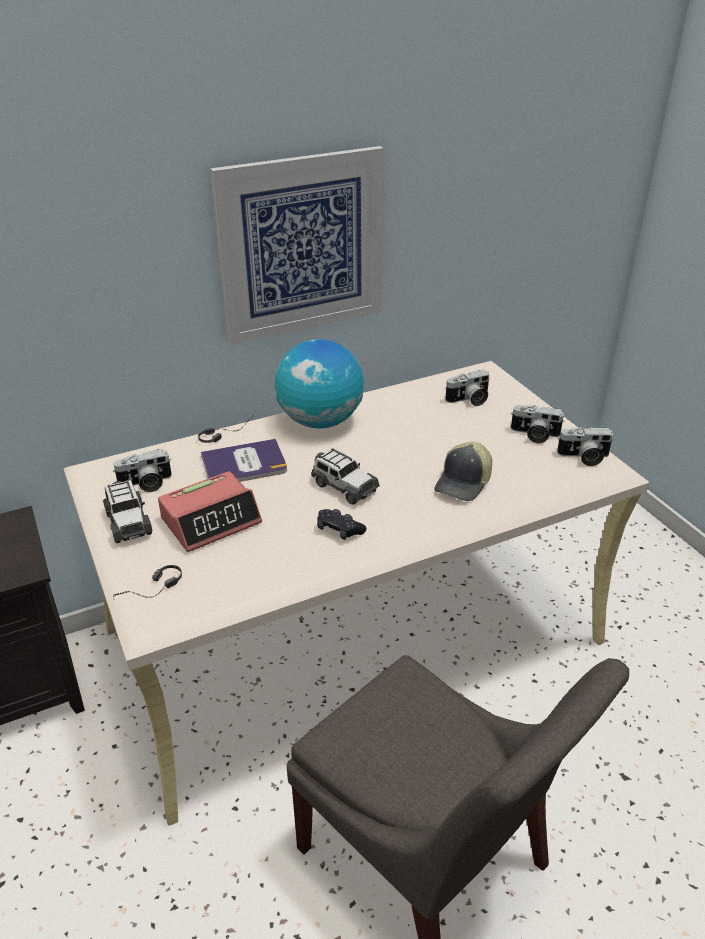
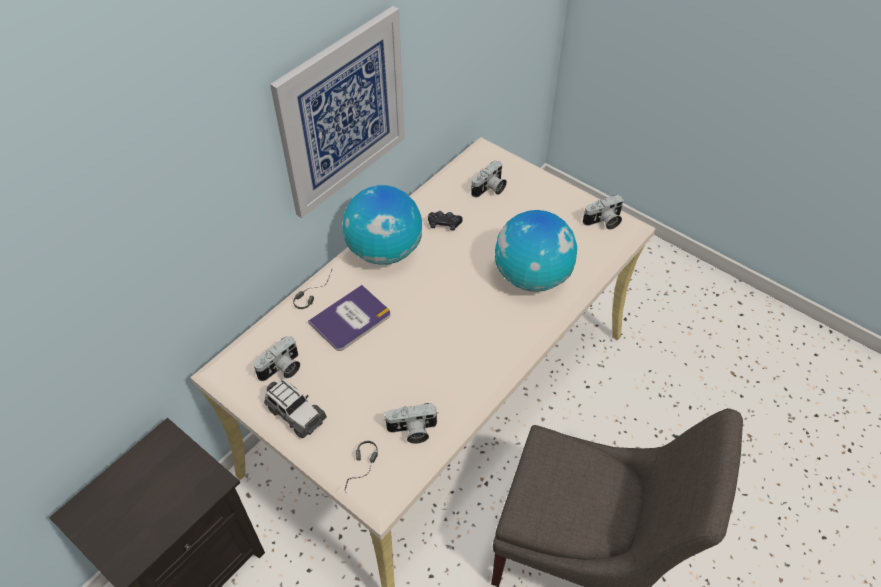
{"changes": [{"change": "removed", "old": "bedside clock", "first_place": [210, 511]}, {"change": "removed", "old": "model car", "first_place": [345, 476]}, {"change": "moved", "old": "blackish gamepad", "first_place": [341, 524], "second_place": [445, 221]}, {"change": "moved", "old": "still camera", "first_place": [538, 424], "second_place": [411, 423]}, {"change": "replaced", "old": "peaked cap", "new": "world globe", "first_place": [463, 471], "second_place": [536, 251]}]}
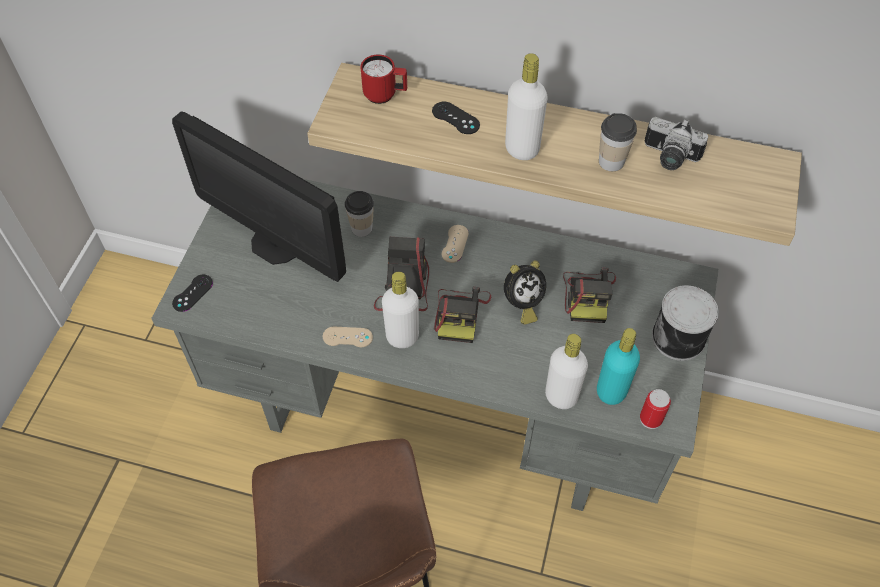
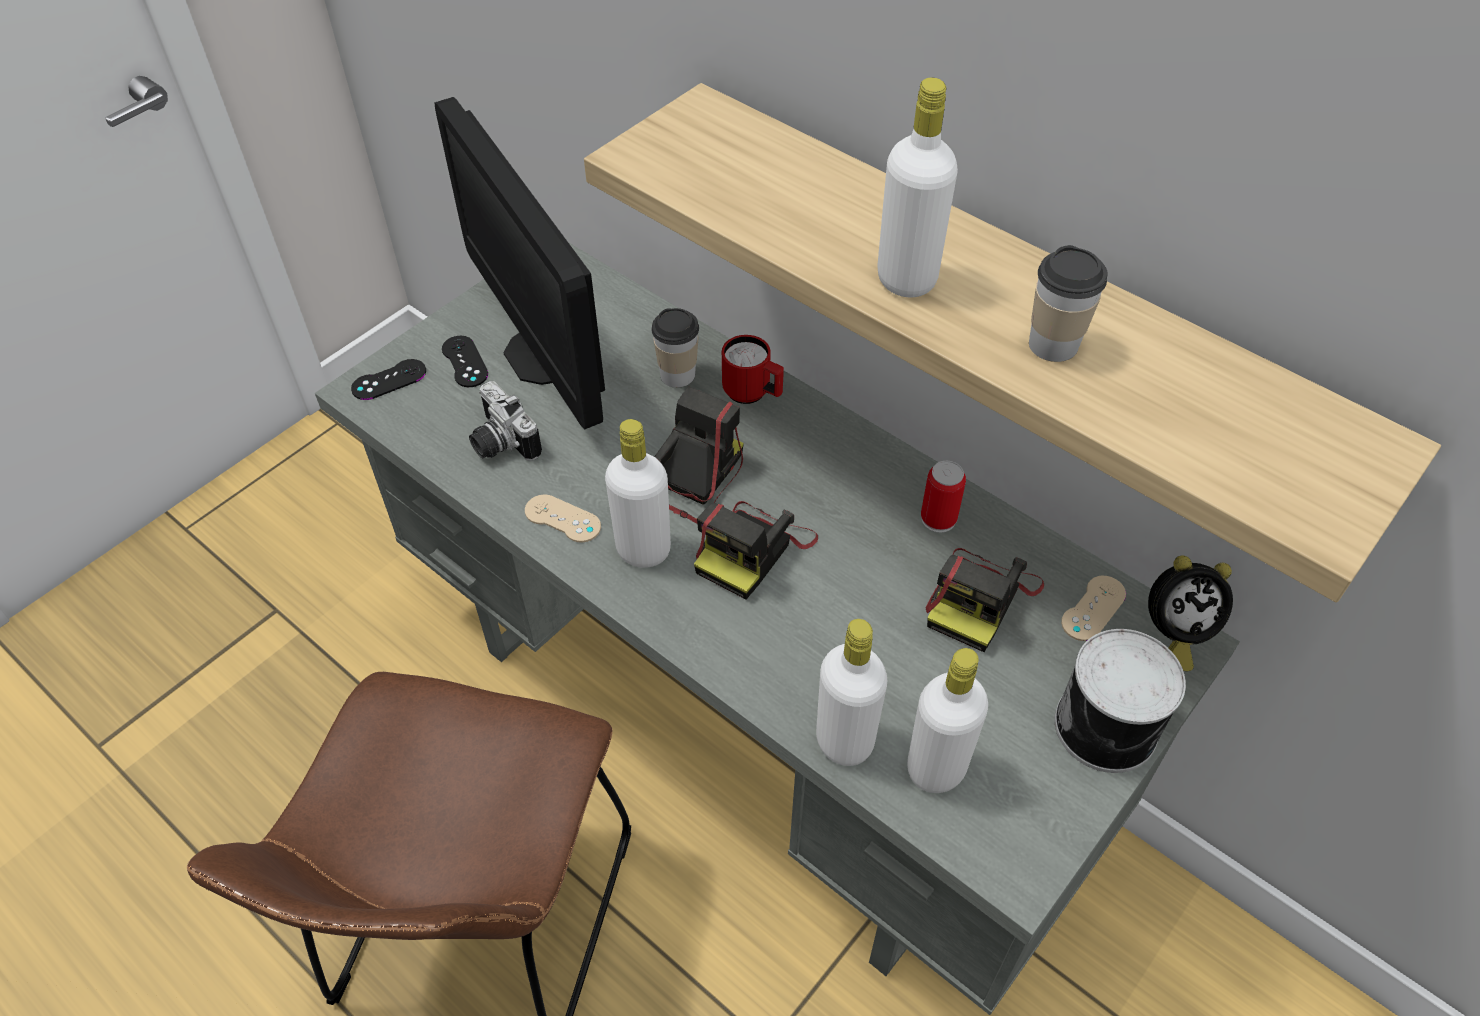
{"changes": [{"change": "moved", "old": "red-coloured mug", "first_place": [383, 79], "second_place": [753, 369]}, {"change": "moved", "old": "blackish gamepad", "first_place": [456, 118], "second_place": [465, 361]}, {"change": "moved", "old": "sand-coloured gamepad", "first_place": [455, 244], "second_place": [1093, 608]}, {"change": "moved", "old": "bedside clock", "first_place": [525, 292], "second_place": [1190, 613]}, {"change": "moved", "old": "metal can", "first_place": [655, 409], "second_place": [943, 497]}, {"change": "moved", "old": "still camera", "first_place": [676, 143], "second_place": [505, 421]}, {"change": "recoloured", "old": "turquoise beverage bottle", "new": "whitish beverage bottle", "first_place": [618, 366], "second_place": [947, 720]}]}
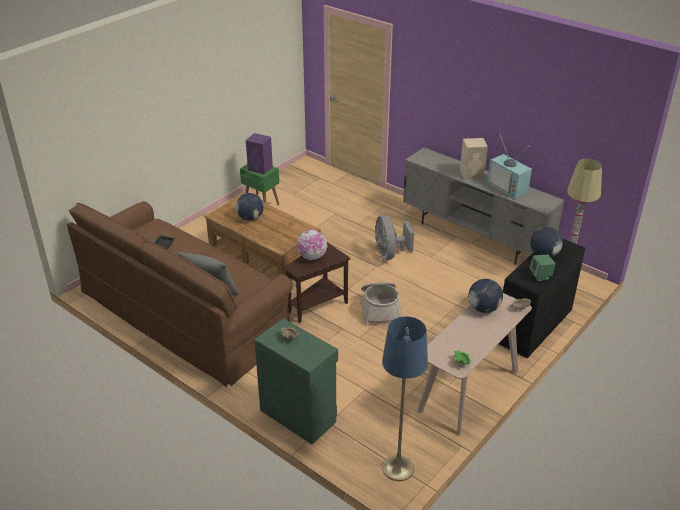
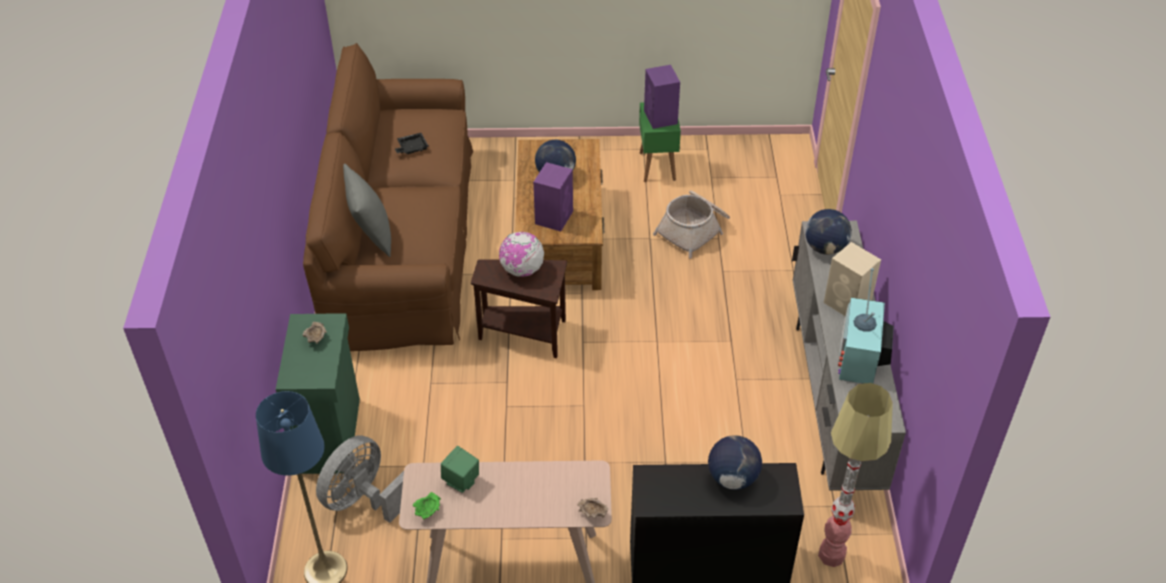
{"changes": [{"change": "added", "new": "purplish audio speaker", "second_place": [553, 196]}, {"change": "moved", "old": "storage basket", "first_place": [380, 304], "second_place": [691, 224]}, {"change": "moved", "old": "greyish fan", "first_place": [394, 237], "second_place": [360, 479]}, {"change": "moved", "old": "world globe", "first_place": [485, 296], "second_place": [828, 232]}, {"change": "moved", "old": "greenish audio speaker", "first_place": [543, 268], "second_place": [460, 469]}]}
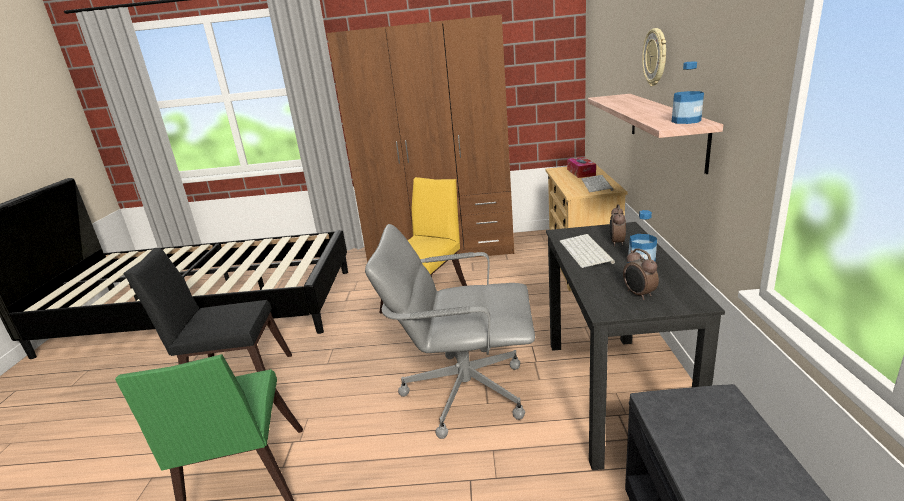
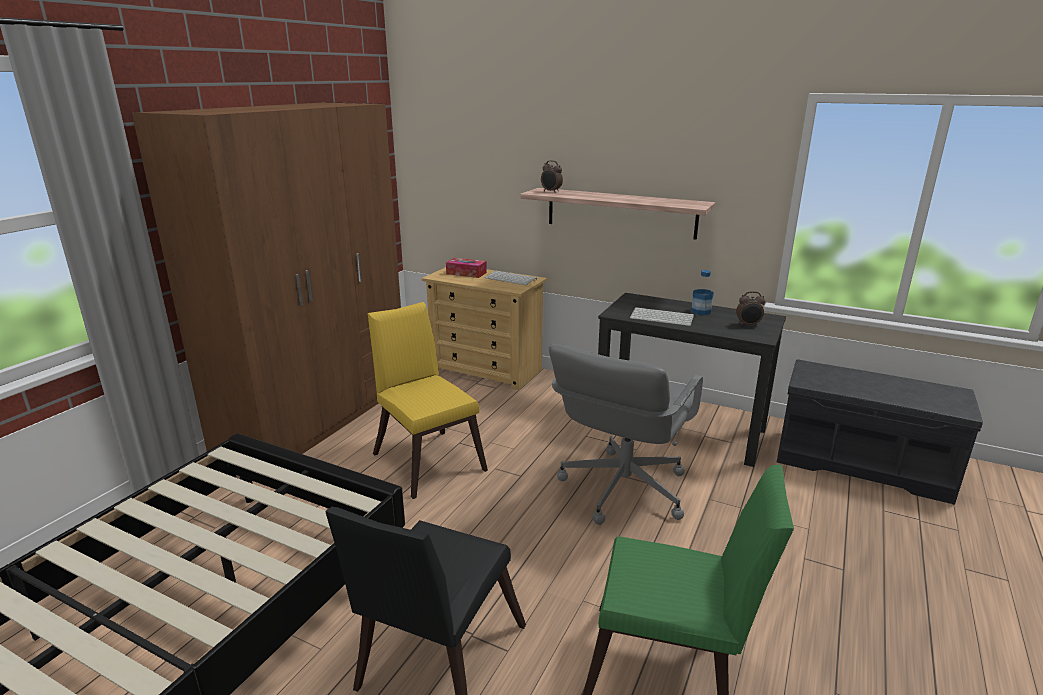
{"changes": [{"change": "removed", "old": "hanging clock", "first_place": [654, 57]}, {"change": "removed", "old": "beverage bottle", "first_place": [687, 92]}, {"change": "moved", "old": "bedside clock", "first_place": [618, 225], "second_place": [552, 176]}]}
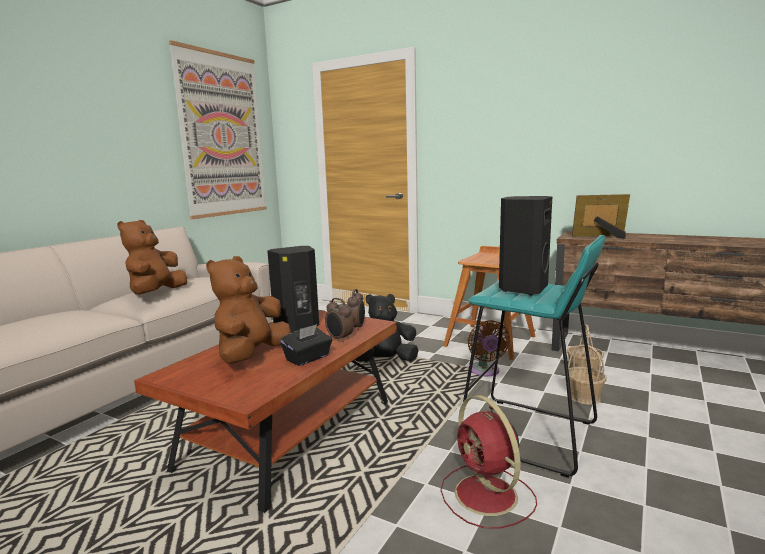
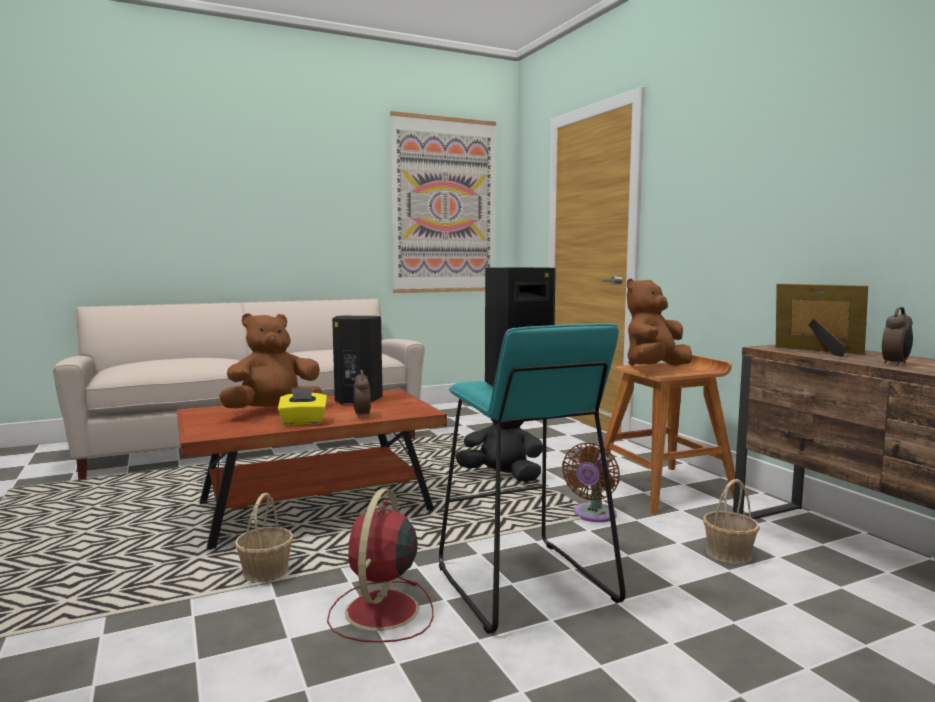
{"changes": [{"change": "moved", "old": "brown-coloured soft toy", "first_place": [152, 257], "second_place": [659, 322]}, {"change": "moved", "old": "bedside clock", "first_place": [356, 310], "second_place": [897, 336]}, {"change": "moved", "old": "storage basket", "first_place": [587, 374], "second_place": [264, 538]}, {"change": "recoloured", "old": "blackish tissue holder", "new": "yellow-coloured tissue holder", "first_place": [306, 345], "second_place": [302, 406]}]}
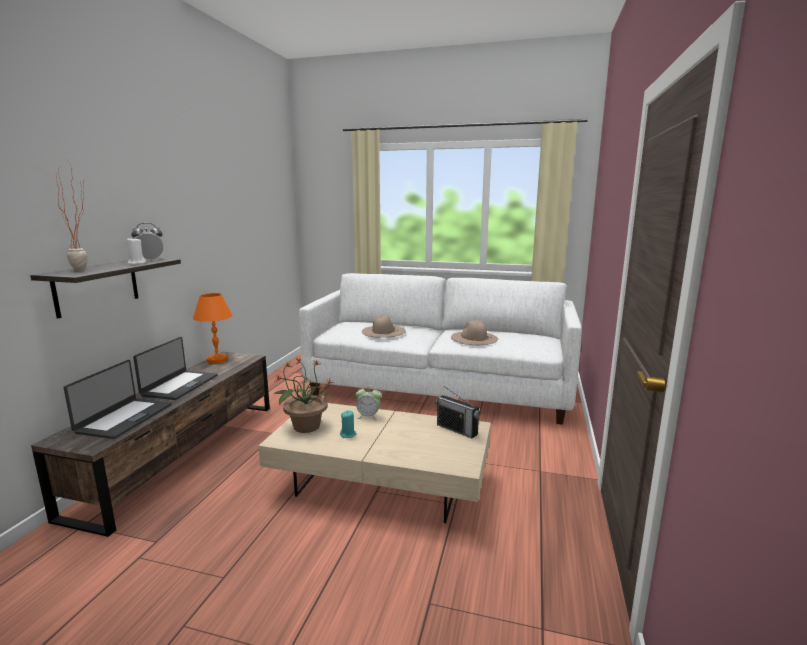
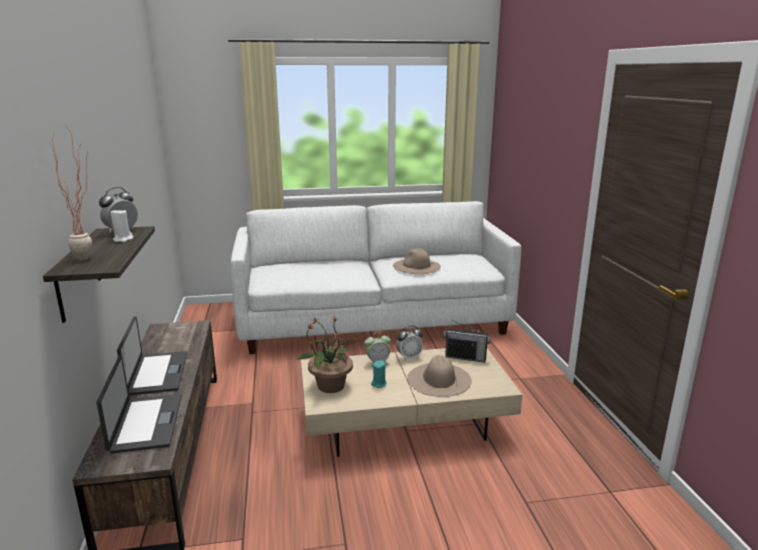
{"changes": [{"change": "removed", "old": "orange-coloured table lamp", "first_place": [213, 328]}, {"change": "added", "new": "bedside clock", "second_place": [409, 343]}, {"change": "moved", "old": "sand-coloured wearable hat", "first_place": [384, 326], "second_place": [439, 376]}]}
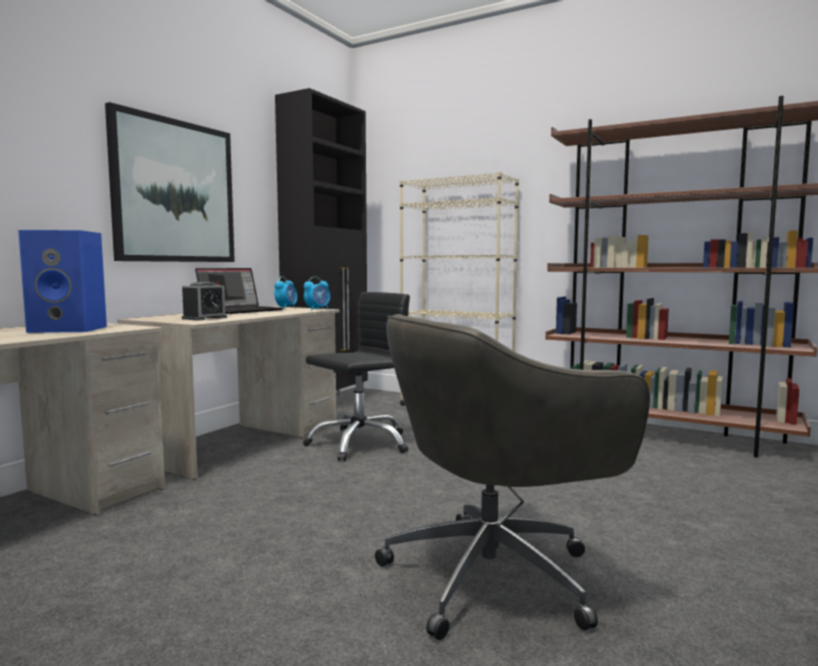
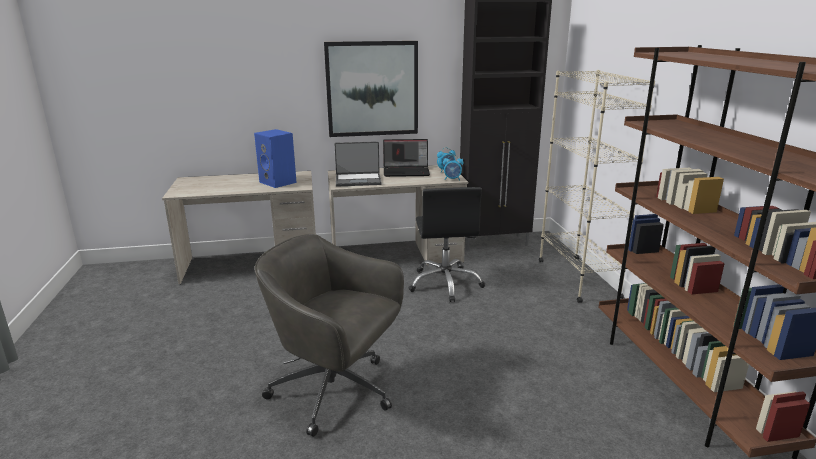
{"changes": [{"change": "replaced", "old": "bedside clock", "new": "portable computer", "first_place": [204, 301], "second_place": [358, 164]}, {"change": "turned", "old": "blackish office chair", "first_place": [356, 376], "second_place": [447, 244], "degrees": 75}]}
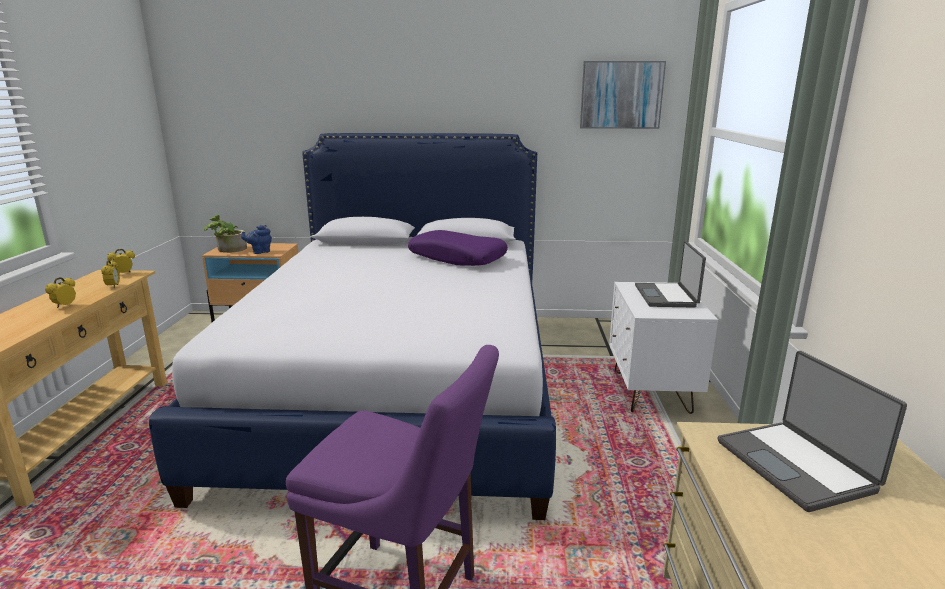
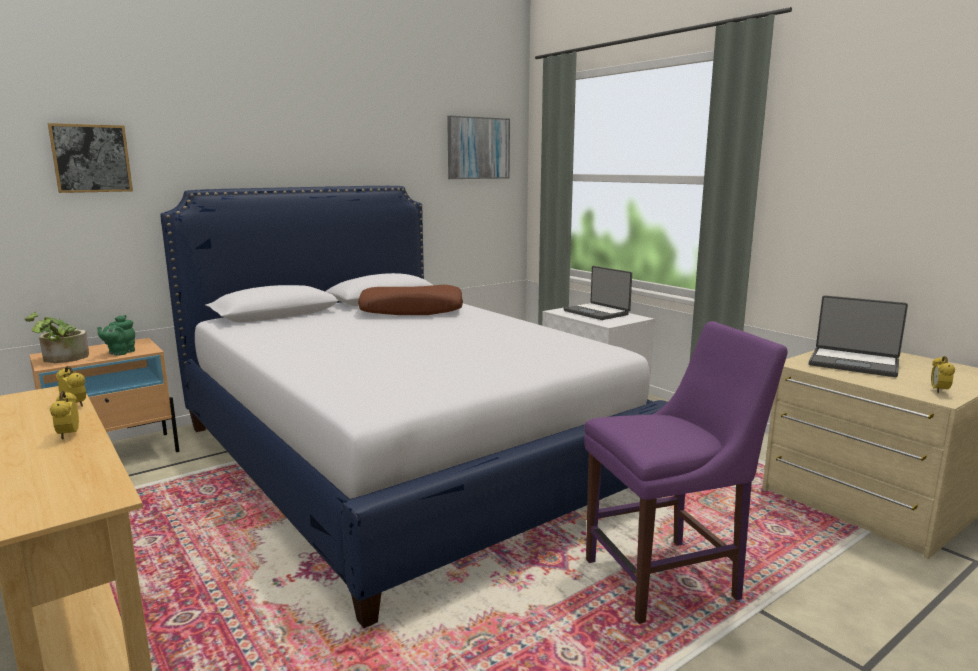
{"changes": [{"change": "added", "new": "picture", "second_place": [90, 158]}, {"change": "moved", "old": "bedside clock", "first_place": [121, 261], "second_place": [943, 374]}, {"change": "recoloured", "old": "blue pot for tea", "new": "greenish pot for tea", "first_place": [256, 239], "second_place": [116, 335]}, {"change": "recoloured", "old": "purplish pillow", "new": "brown-coloured pillow", "first_place": [458, 248], "second_place": [410, 300]}]}
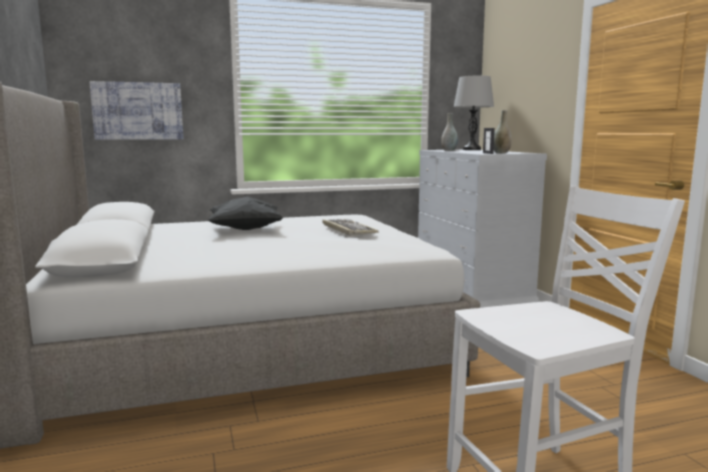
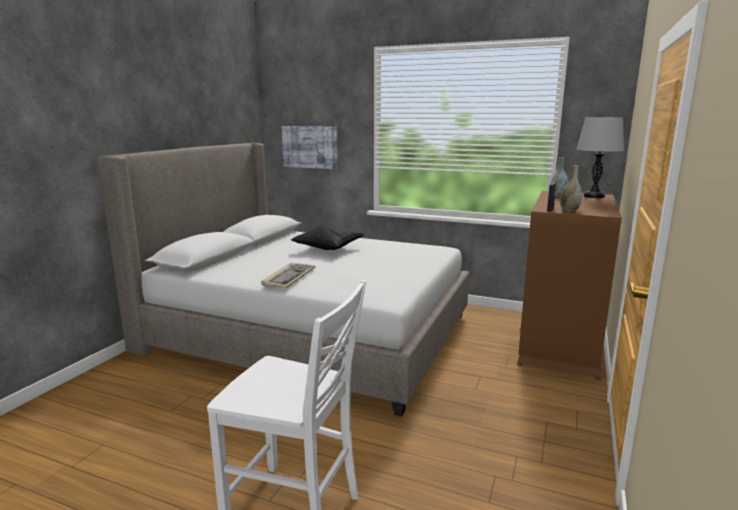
{"changes": [{"change": "moved", "old": "computer keyboard", "first_place": [350, 227], "second_place": [288, 275]}, {"change": "recoloured", "old": "whitish chest of drawers", "new": "brown-coloured chest of drawers", "first_place": [482, 229], "second_place": [569, 285]}]}
